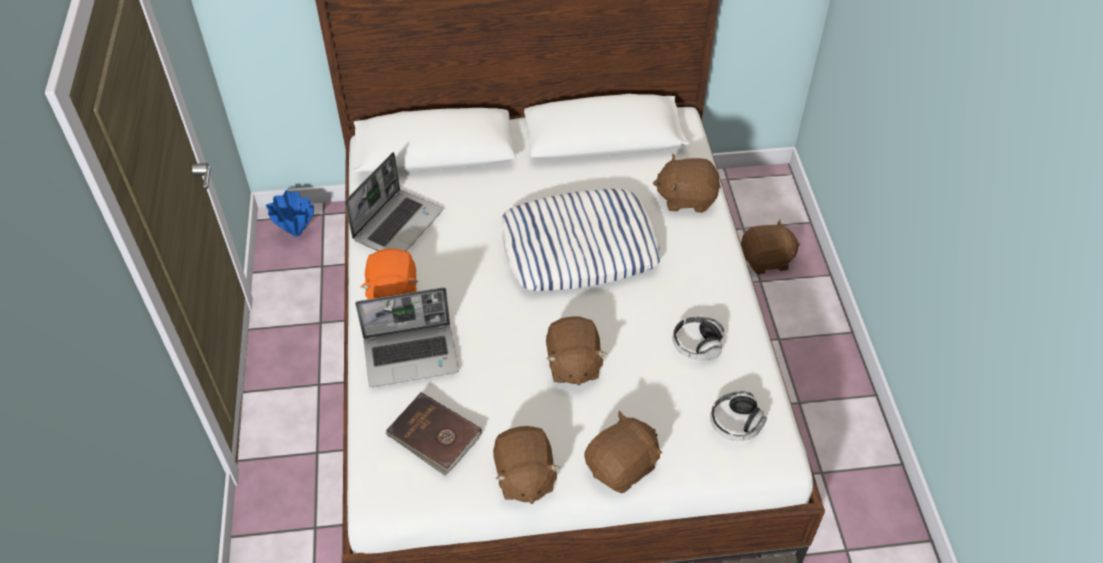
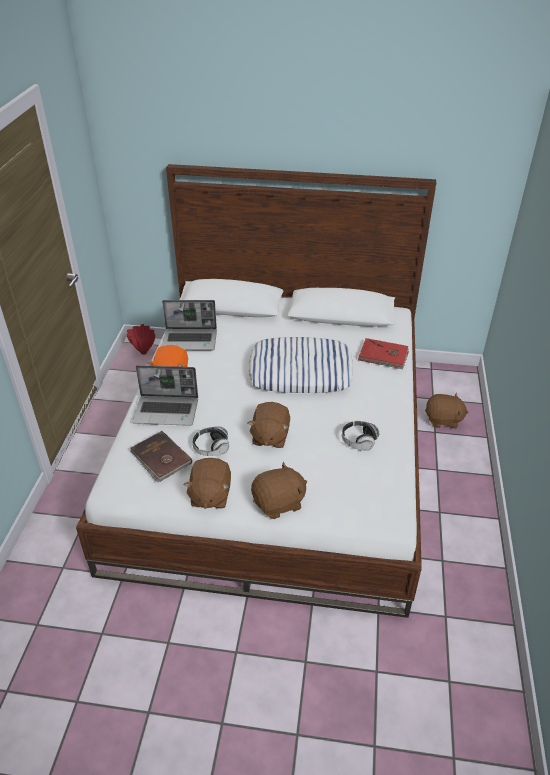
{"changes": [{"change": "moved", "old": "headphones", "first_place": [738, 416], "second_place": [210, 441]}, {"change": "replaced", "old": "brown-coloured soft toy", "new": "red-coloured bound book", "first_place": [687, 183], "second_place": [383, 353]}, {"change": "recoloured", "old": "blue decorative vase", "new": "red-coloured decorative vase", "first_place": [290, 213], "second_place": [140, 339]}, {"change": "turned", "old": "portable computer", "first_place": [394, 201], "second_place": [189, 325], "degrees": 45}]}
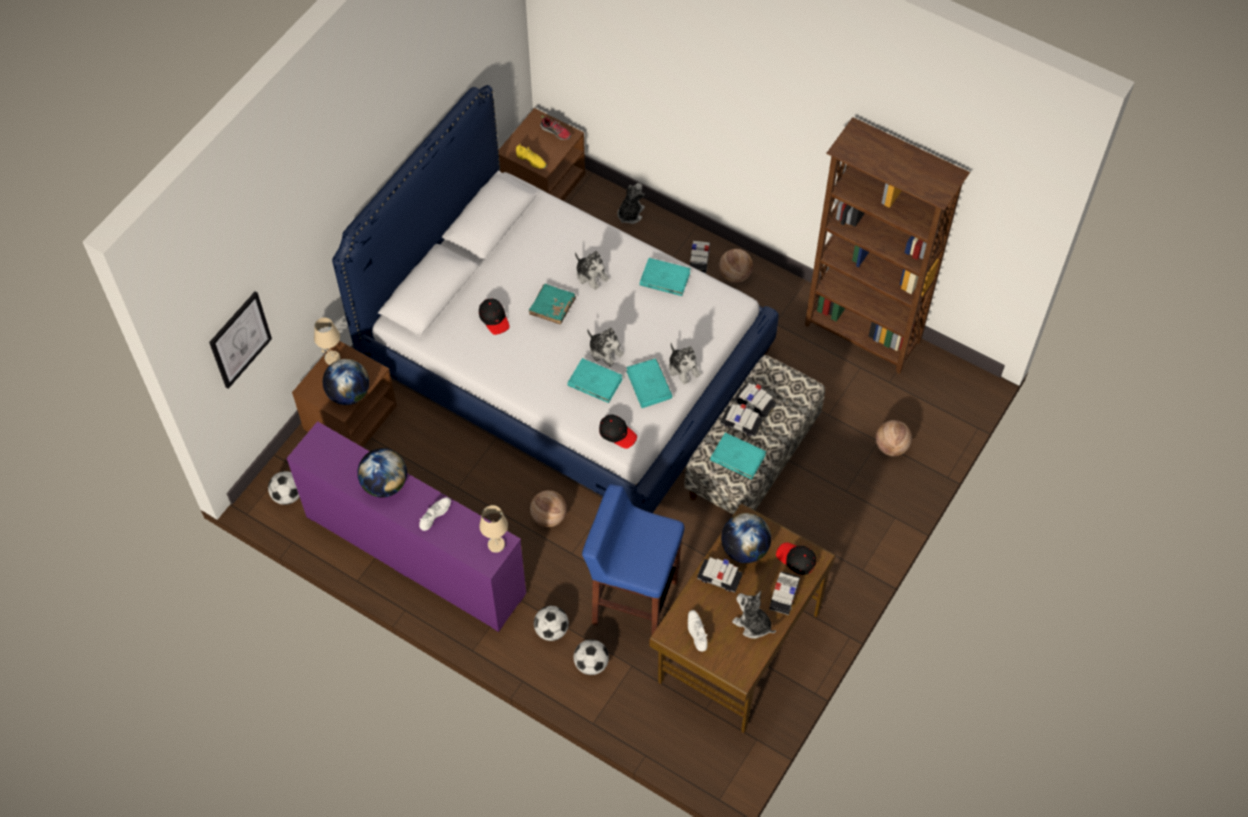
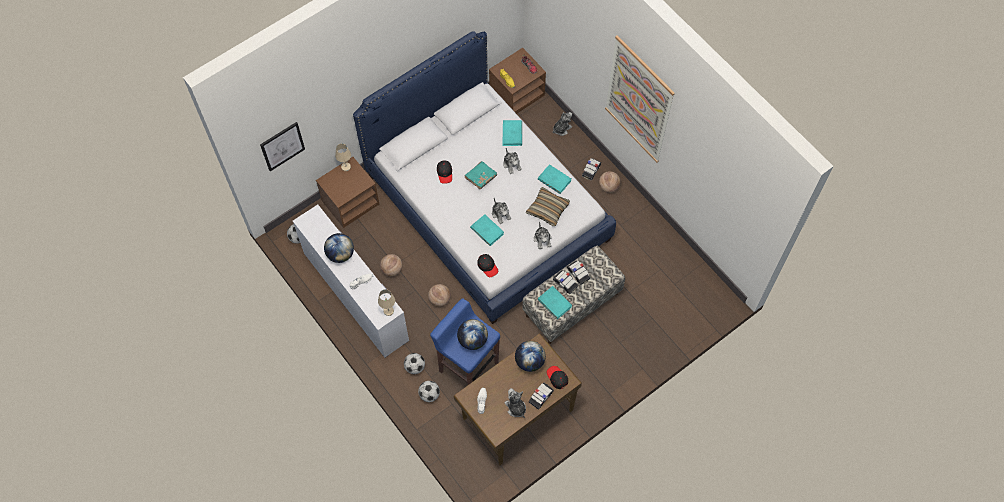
{"changes": [{"change": "removed", "old": "model car", "first_place": [720, 575]}, {"change": "removed", "old": "brown-coloured bookcase", "first_place": [887, 245]}, {"change": "added", "new": "pillow", "second_place": [548, 206]}, {"change": "added", "new": "picture", "second_place": [640, 99]}, {"change": "moved", "old": "world globe", "first_place": [346, 382], "second_place": [472, 334]}, {"change": "moved", "old": "turquoise bound book", "first_place": [649, 383], "second_place": [512, 133]}, {"change": "moved", "old": "basketball ball", "first_place": [893, 438], "second_place": [391, 265]}, {"change": "recoloured", "old": "purplish chest of drawers", "new": "whitish chest of drawers", "first_place": [406, 526], "second_place": [351, 281]}]}
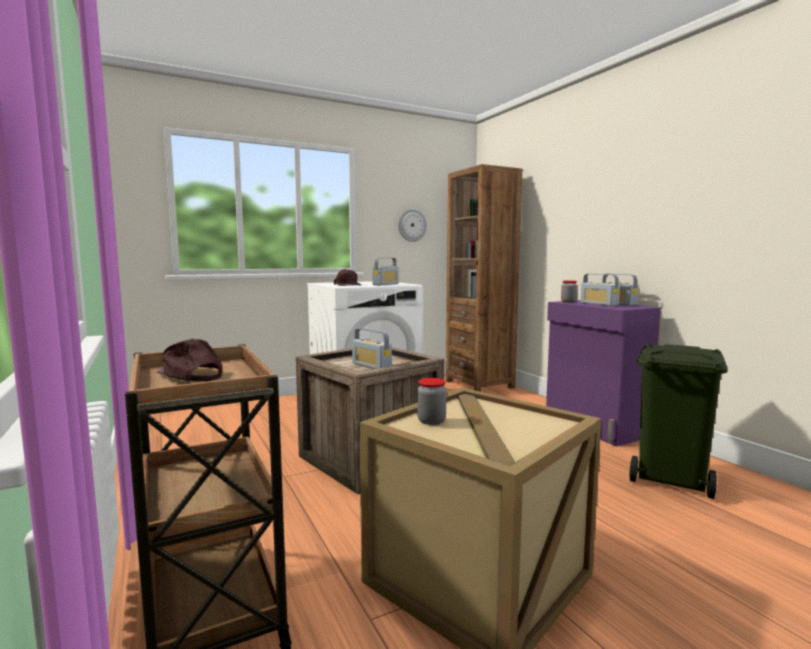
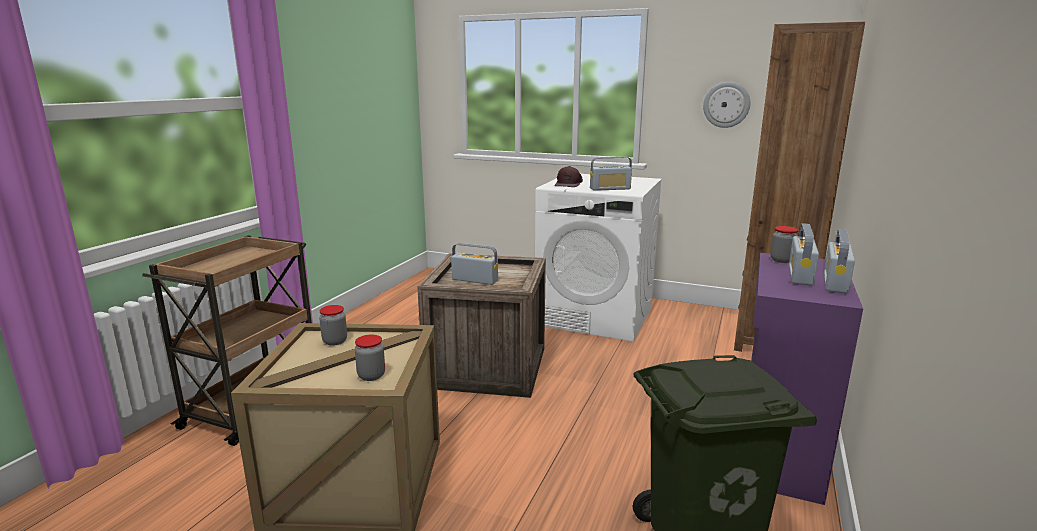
{"changes": [{"change": "removed", "old": "brown-coloured peaked cap", "first_place": [190, 360]}, {"change": "added", "new": "storage jar", "second_place": [370, 358]}, {"change": "turned", "old": "radio receiver", "first_place": [372, 348], "second_place": [474, 264], "degrees": 105}]}
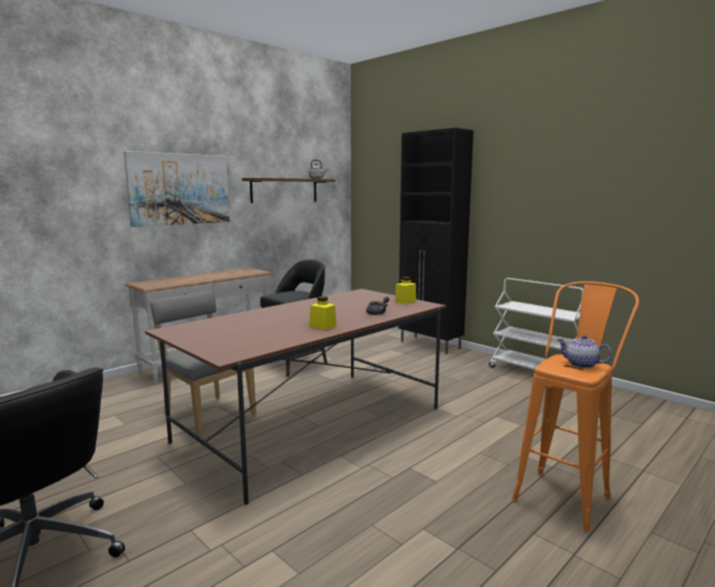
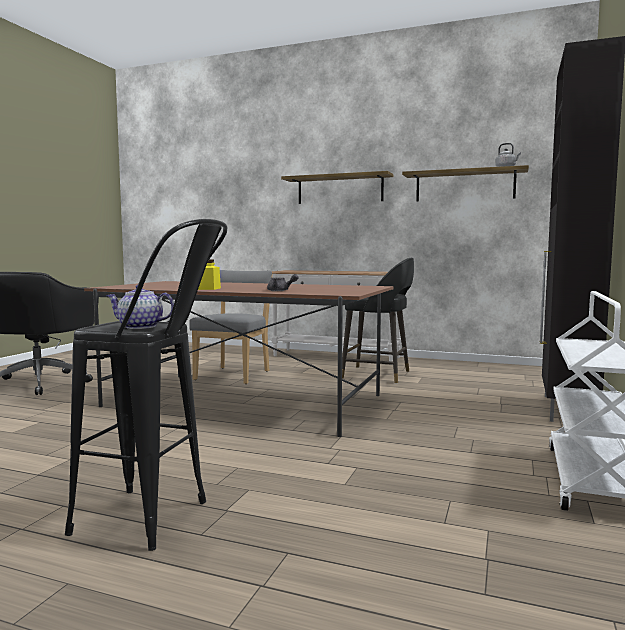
{"changes": [{"change": "removed", "old": "yellow-coloured storage jar", "first_place": [405, 290]}, {"change": "replaced", "old": "picture", "new": "shelf", "first_place": [176, 189], "second_place": [337, 187]}, {"change": "recoloured", "old": "orange-coloured stool seat", "new": "blackish stool seat", "first_place": [575, 406], "second_place": [146, 385]}, {"change": "turned", "old": "pot for tea", "first_place": [584, 351], "second_place": [140, 307], "degrees": -90}]}
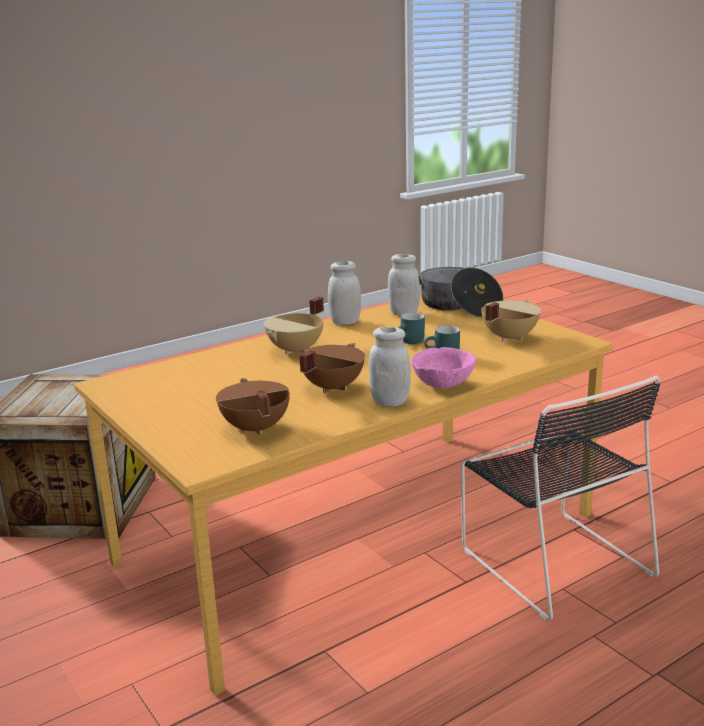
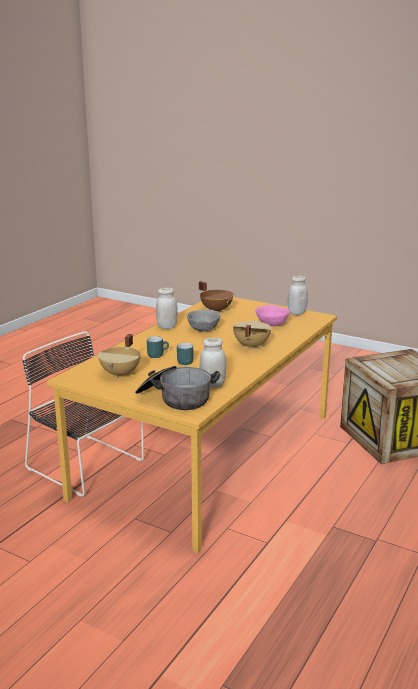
{"changes": [{"change": "moved", "old": "whitish storage jar", "first_place": [344, 293], "second_place": [298, 295]}, {"change": "moved", "old": "pink bowl", "first_place": [443, 367], "second_place": [272, 315]}, {"change": "replaced", "old": "brown-coloured saucepot", "new": "greyish bowl", "first_place": [332, 368], "second_place": [204, 320]}]}
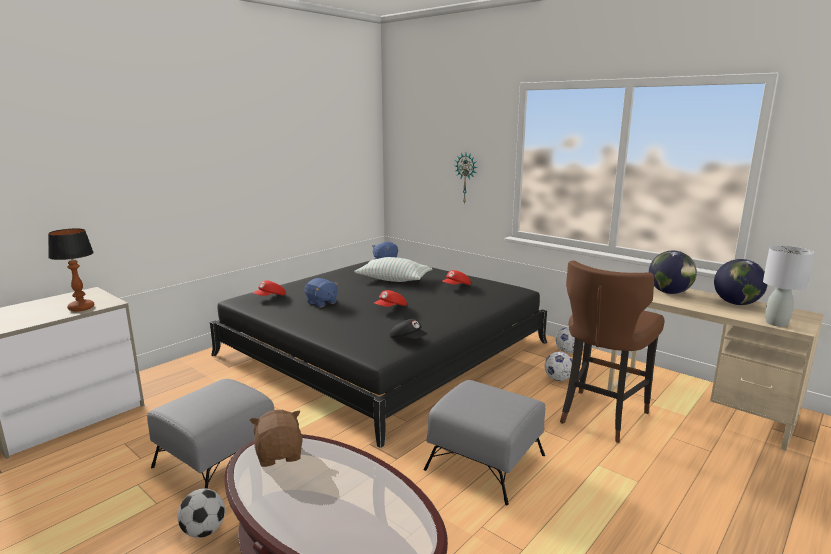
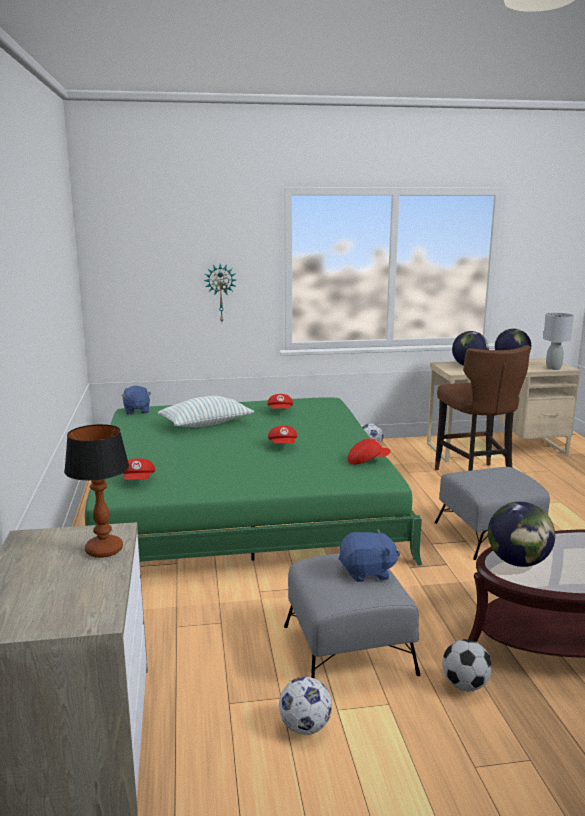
{"changes": [{"change": "moved", "old": "blue soft toy", "first_place": [321, 293], "second_place": [369, 555]}, {"change": "moved", "old": "football", "first_place": [558, 366], "second_place": [305, 706]}, {"change": "replaced", "old": "brown-coloured soft toy", "new": "world globe", "first_place": [276, 438], "second_place": [521, 534]}, {"change": "recoloured", "old": "blackish sleeping bed", "new": "greenish sleeping bed", "first_place": [378, 354], "second_place": [253, 481]}, {"change": "recoloured", "old": "blackish peaked cap", "new": "red-coloured peaked cap", "first_place": [409, 329], "second_place": [369, 451]}]}
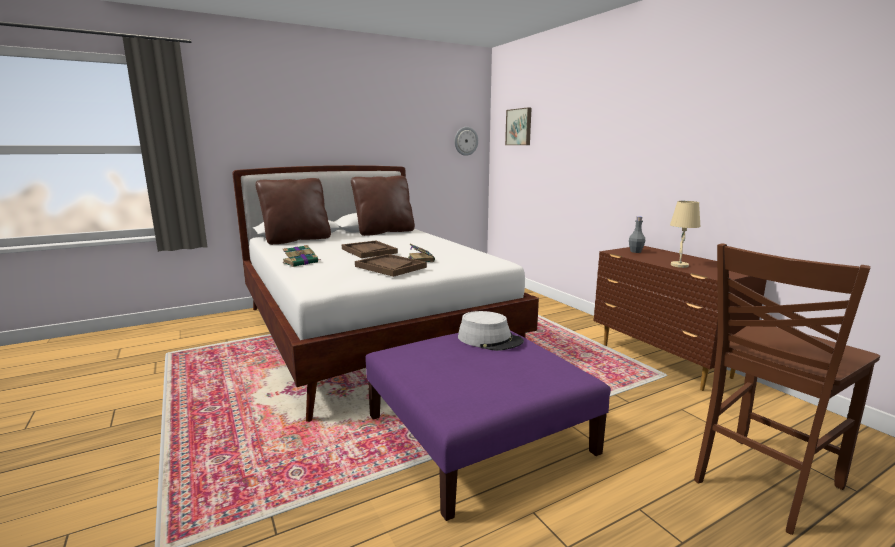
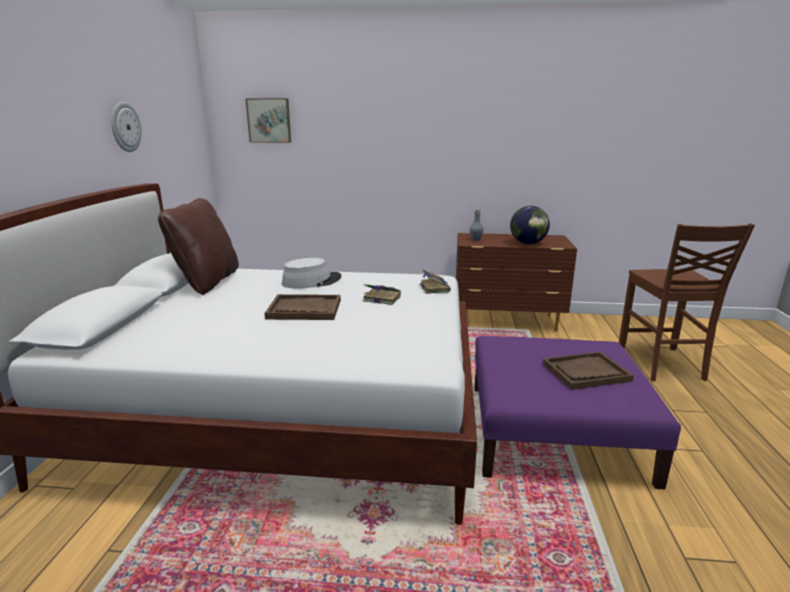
{"changes": [{"change": "removed", "old": "brown-coloured pillow", "first_place": [293, 211]}, {"change": "moved", "old": "bound book", "first_place": [301, 256], "second_place": [435, 281]}, {"change": "moved", "old": "brown-coloured serving tray", "first_place": [391, 265], "second_place": [588, 371]}, {"change": "moved", "old": "hanging clock", "first_place": [466, 141], "second_place": [126, 127]}, {"change": "moved", "old": "greyish wearable hat", "first_place": [491, 331], "second_place": [312, 273]}, {"change": "replaced", "old": "sand-coloured table lamp", "new": "world globe", "first_place": [685, 234], "second_place": [530, 225]}]}
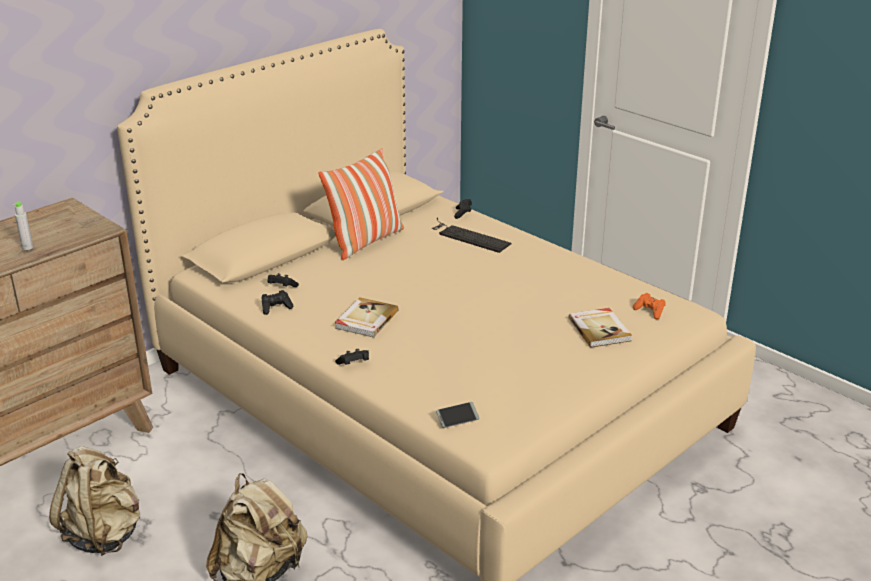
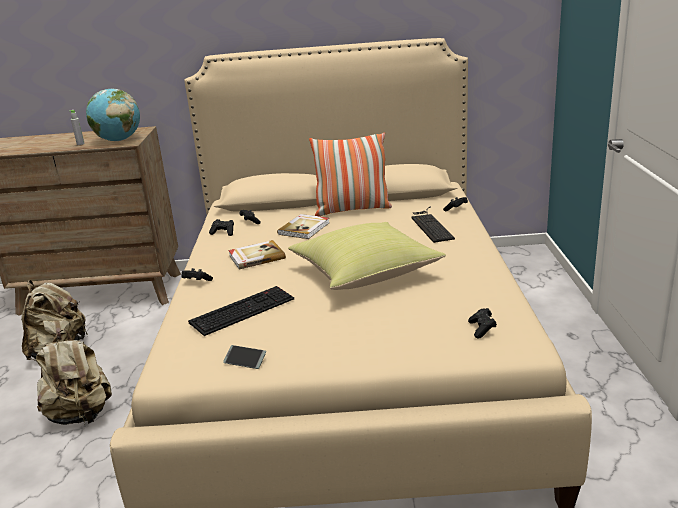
{"changes": [{"change": "added", "new": "world globe", "second_place": [113, 115]}, {"change": "added", "new": "computer keyboard", "second_place": [241, 311]}, {"change": "added", "new": "yellow-coloured pillow", "second_place": [367, 256]}, {"change": "moved", "old": "telephone", "first_place": [458, 415], "second_place": [244, 357]}, {"change": "moved", "old": "bound book", "first_place": [600, 328], "second_place": [303, 226]}, {"change": "recoloured", "old": "orange-coloured gamepad", "new": "blackish gamepad", "first_place": [649, 306], "second_place": [482, 323]}]}
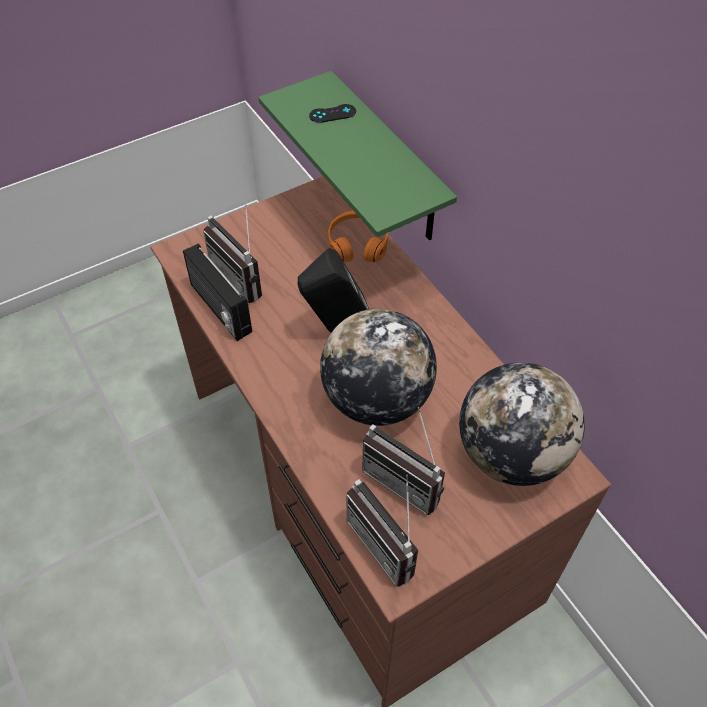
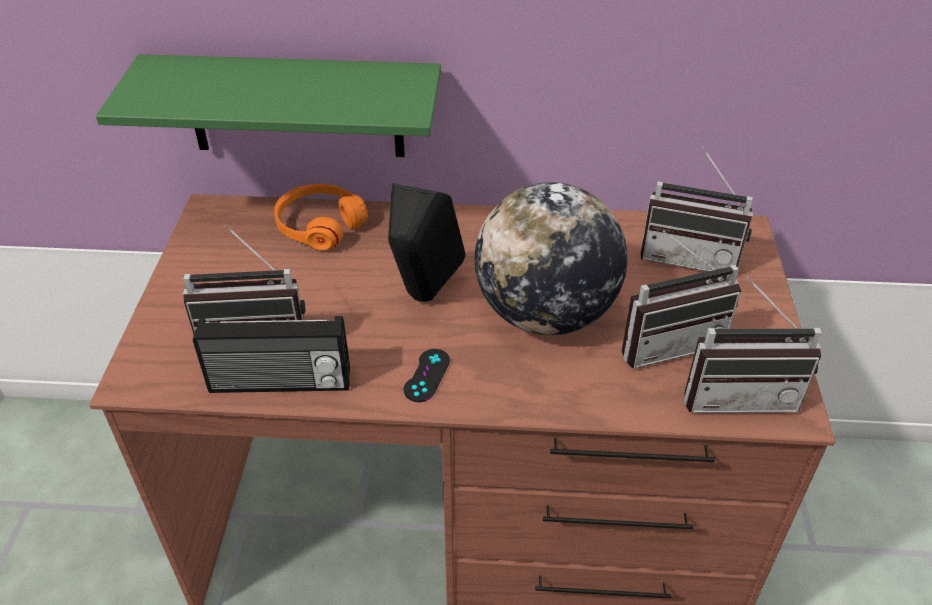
{"changes": [{"change": "moved", "old": "blackish gamepad", "first_place": [332, 113], "second_place": [427, 375]}, {"change": "replaced", "old": "world globe", "new": "radio receiver", "first_place": [522, 424], "second_place": [696, 208]}]}
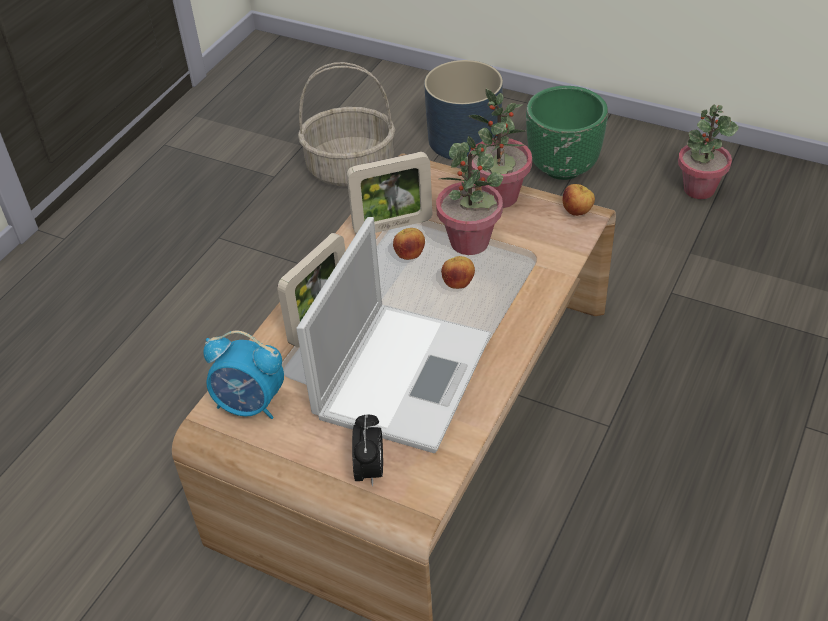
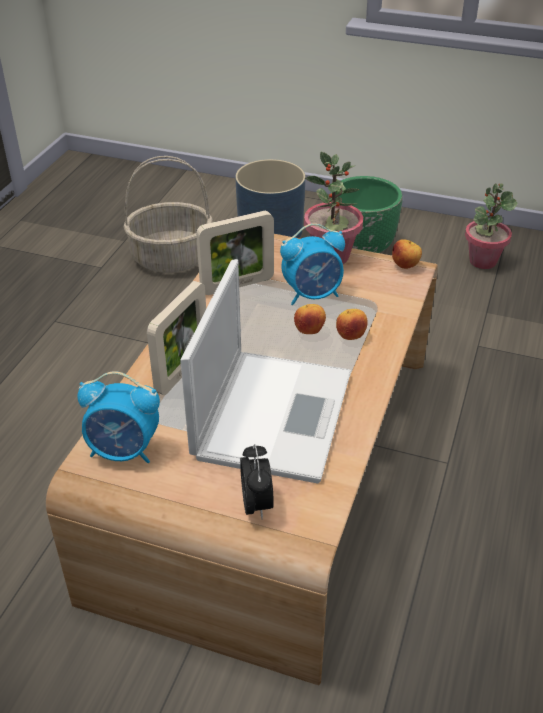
{"changes": [{"change": "moved", "old": "apple fruit", "first_place": [409, 244], "second_place": [351, 324]}, {"change": "replaced", "old": "plant in a pot", "new": "bedside clock", "first_place": [469, 195], "second_place": [312, 264]}]}
